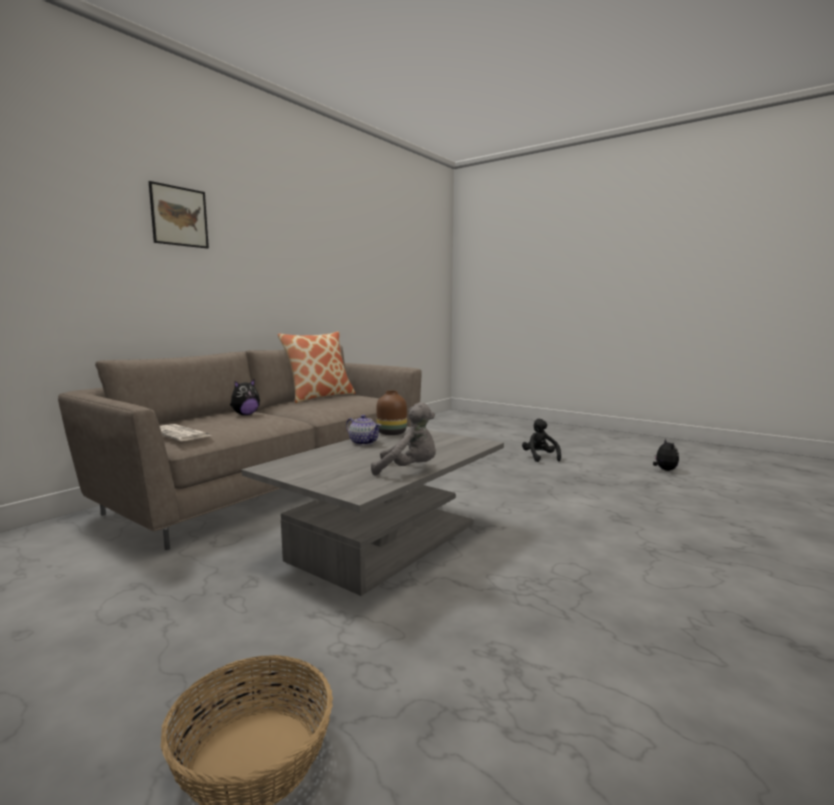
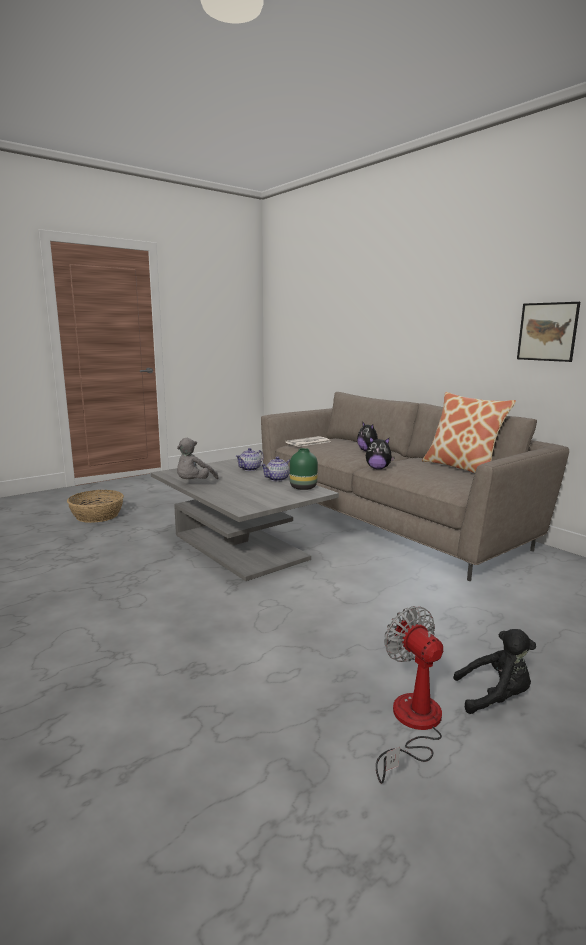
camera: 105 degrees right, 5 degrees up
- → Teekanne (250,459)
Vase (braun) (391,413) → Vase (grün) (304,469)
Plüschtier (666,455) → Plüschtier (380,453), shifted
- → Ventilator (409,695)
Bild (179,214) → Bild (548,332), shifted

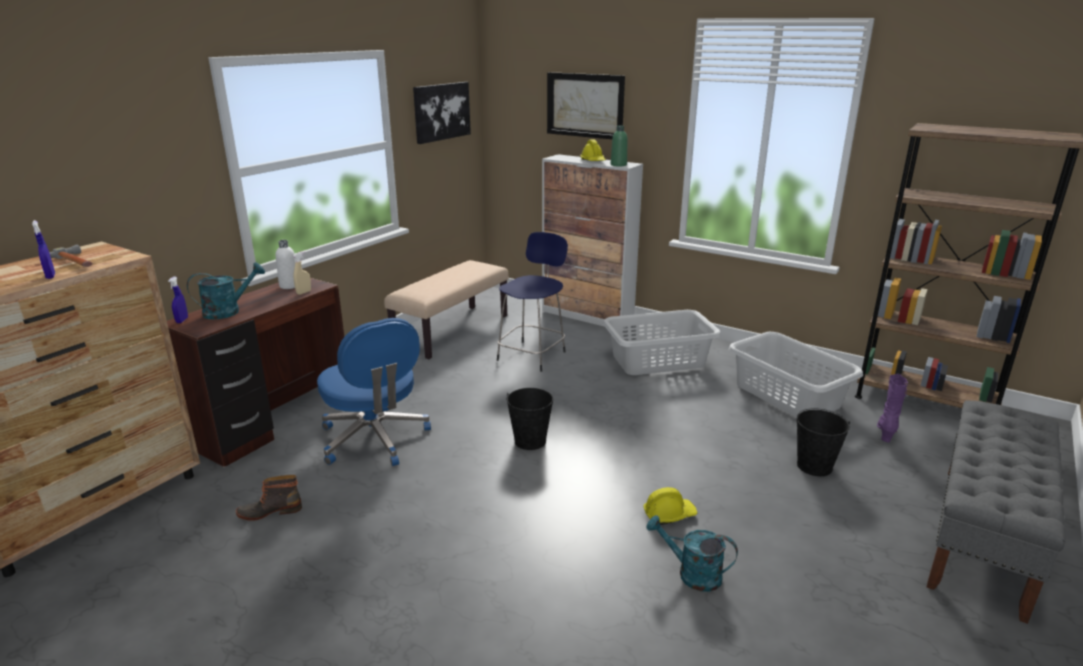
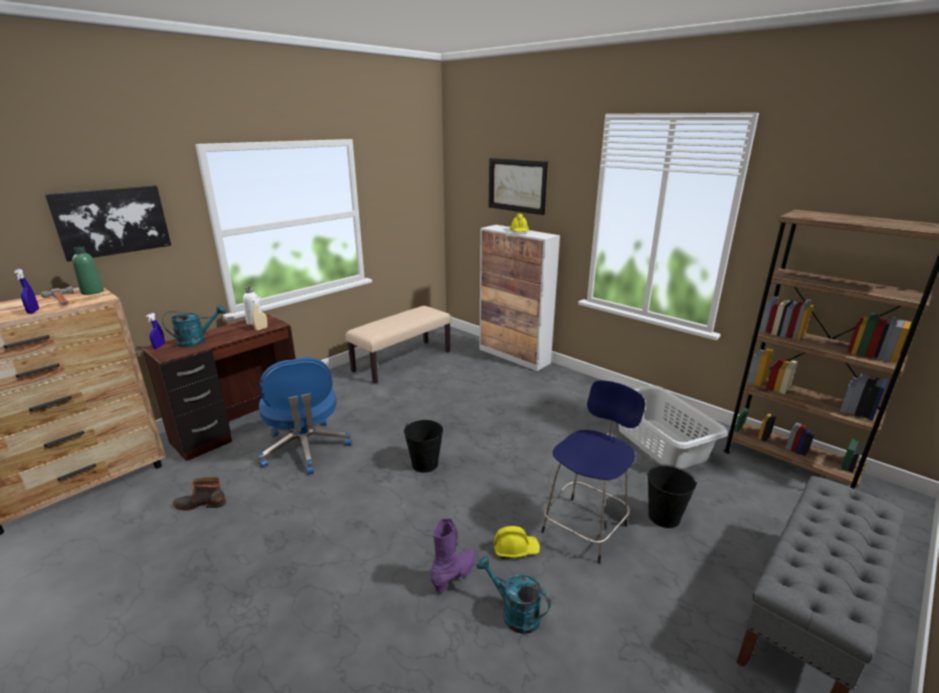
camera: 10 degrees right, 0 degrees up
Bild (442,113) → Bild (108,223), shifted
Flasche (grün) (619,146) → Flasche (grün) (88,270), shifted
Stiefel (lila) (892,408) → Stiefel (lila) (453,555), shifted
Hocker (blau) (532,302) → Hocker (blau) (593,472), shifted
Wäschekorb (grau) (662,342) → -

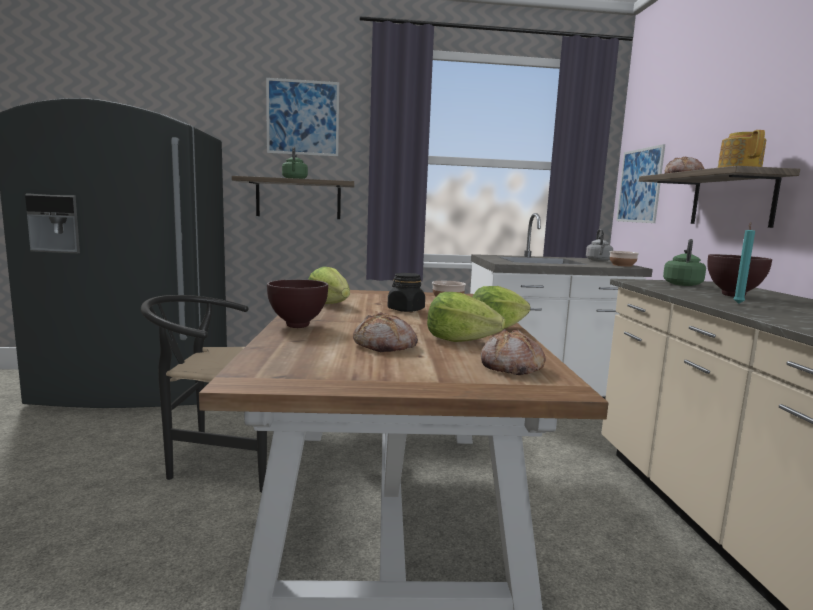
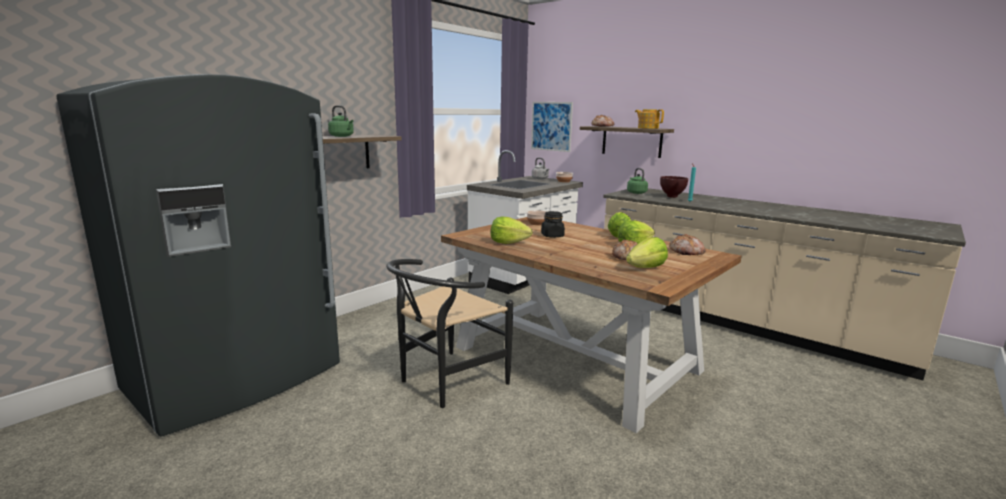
camera: 45 degrees left, 5 degrees up
- → Salatkopf (647,252)
Bild (302,117) → -
Schüssel (braun) (297,303) → -

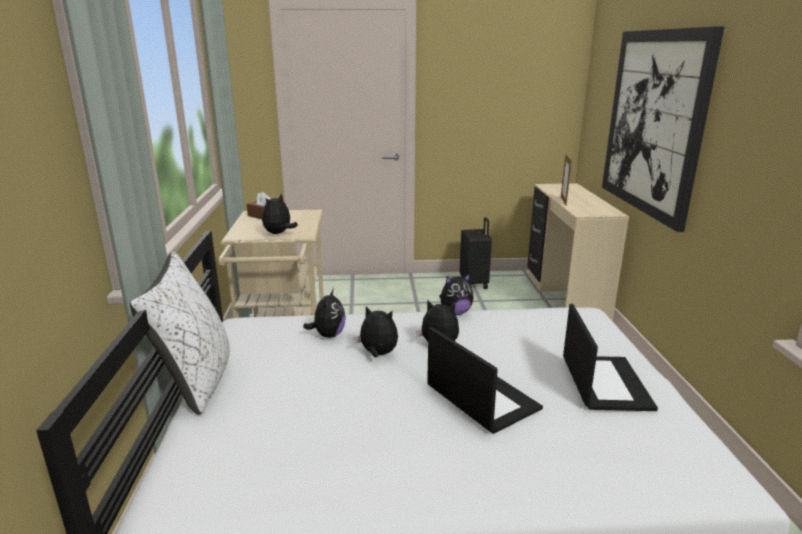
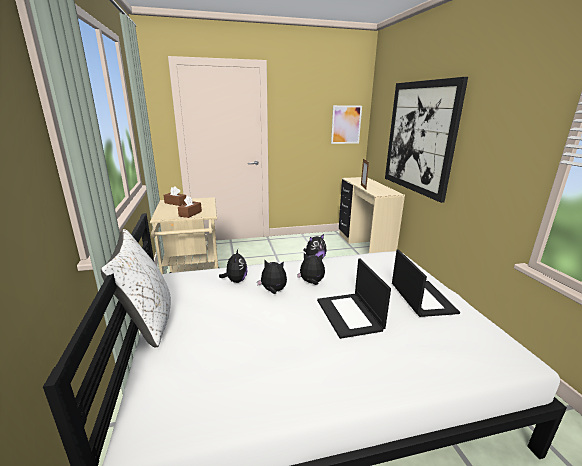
camera: 10 degrees left, 0 degrees up
Plüschtier (280,214) → Taschentuchbox (braun) (190,207)
Laptop (485,380) → Laptop (354,299), 150 degrees counterclockwise
- → Bild (346,124)
Koffer (schwarz) (476,253) → -

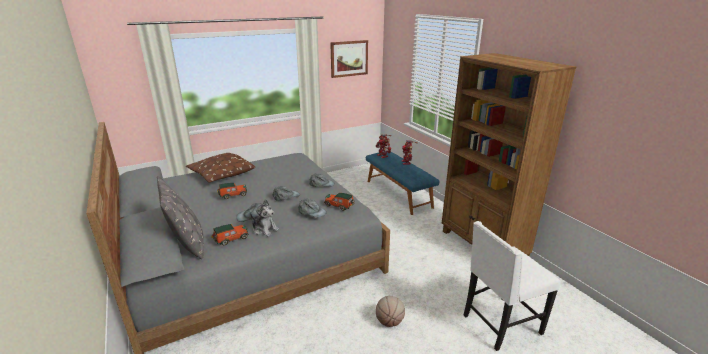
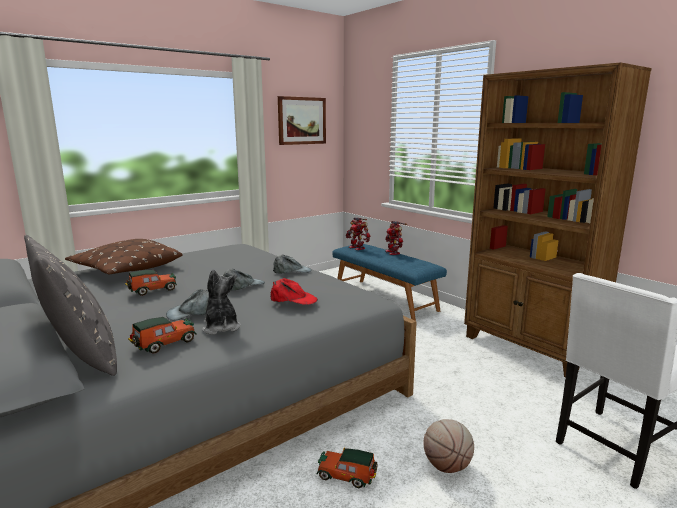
camera: 10 degrees left, 10 degrees down
Plüschtier (264,218) → Plüschtier (221,302), 135 degrees counterclockwise
Kappe (grau) (312,208) → Kappe (rot) (294,291)
Spielzeugauto (339,202) → Spielzeugauto (346,467), shifted

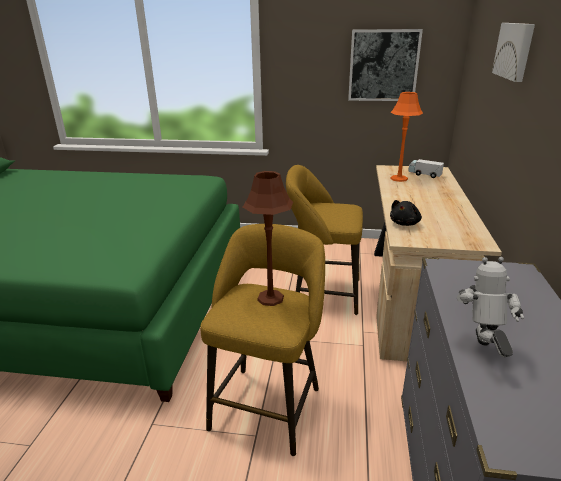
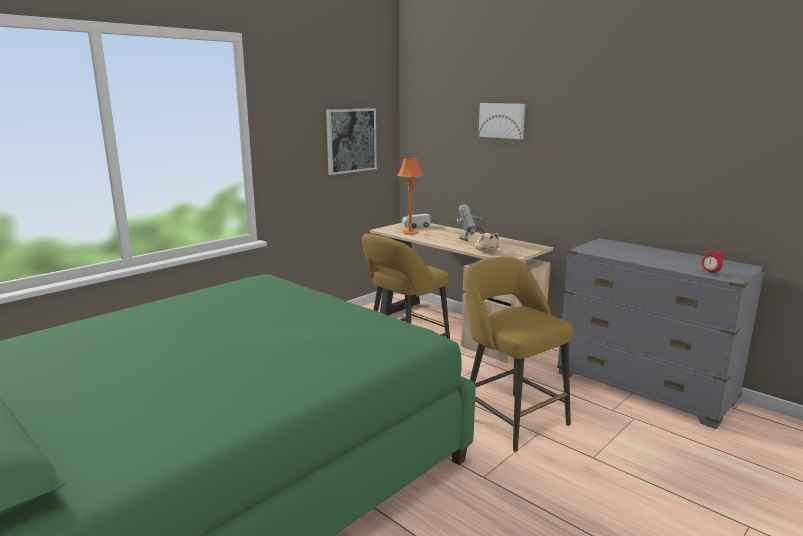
camera: 55 degrees left, 10 degrees down
Spielzeugroboter (490,307) → Spielzeugroboter (470,221), shifted
Plüschtier (schwarz) (406,213) → Plüschtier (beige) (487,242)
- → Wecker (713,261)
Tischlampe (braun) (268,238) → -

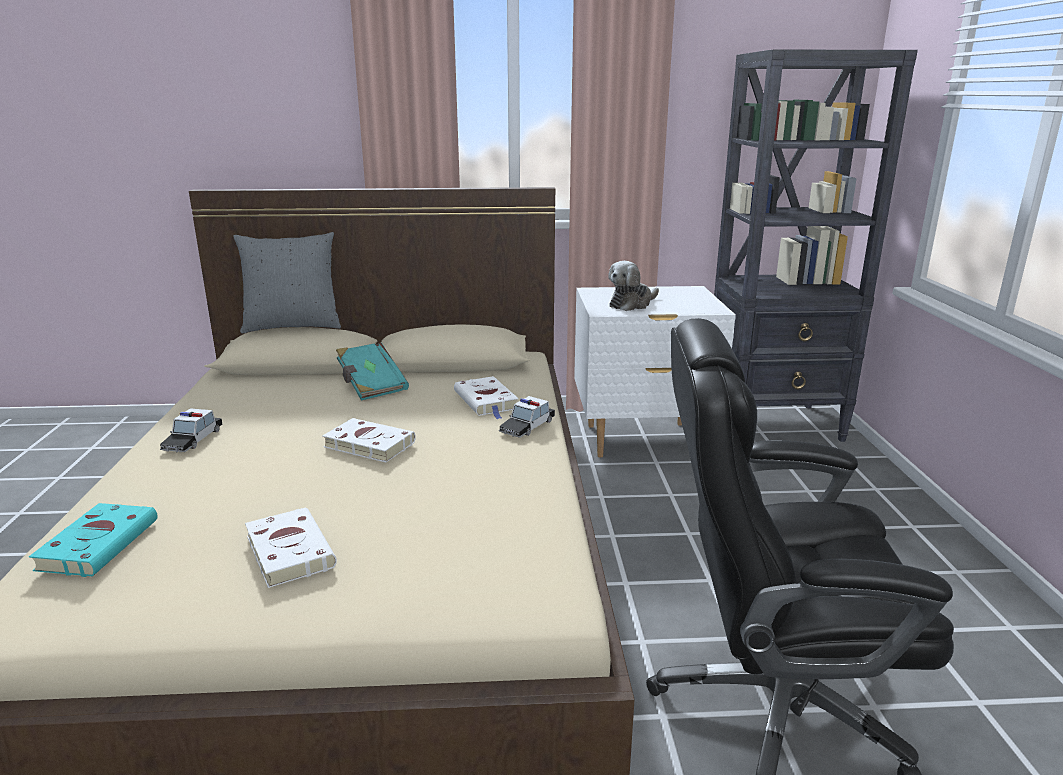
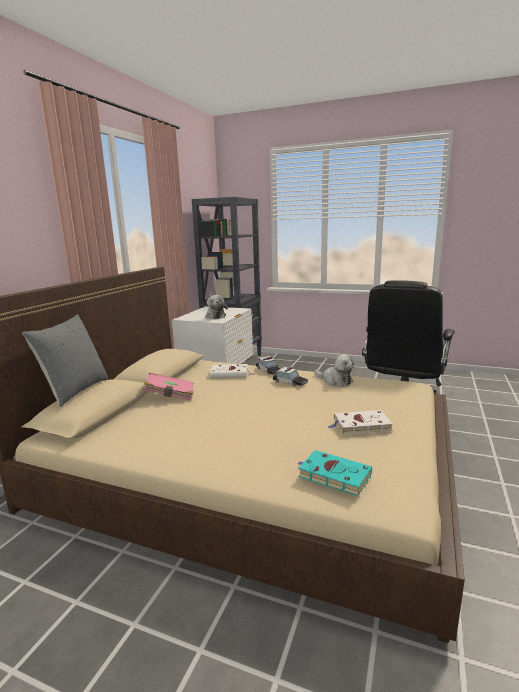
camera: 65 degrees left, 5 degrees down
Buch (türkis) (372,372) → Buch (rosa) (168,386)
Spielzeugauto (191,430) → Spielzeugauto (290,377), shifted
- → Plüschtier (334,370)
Buch (weiß) (369,440) → -

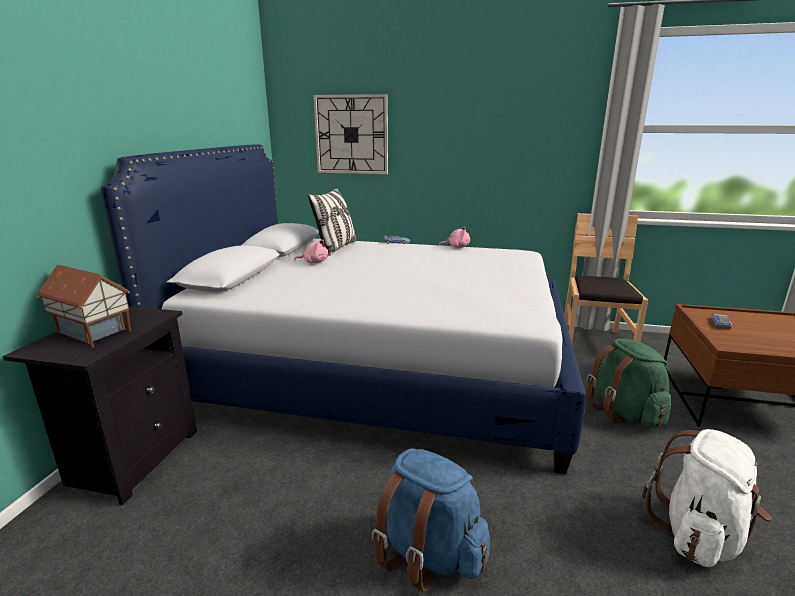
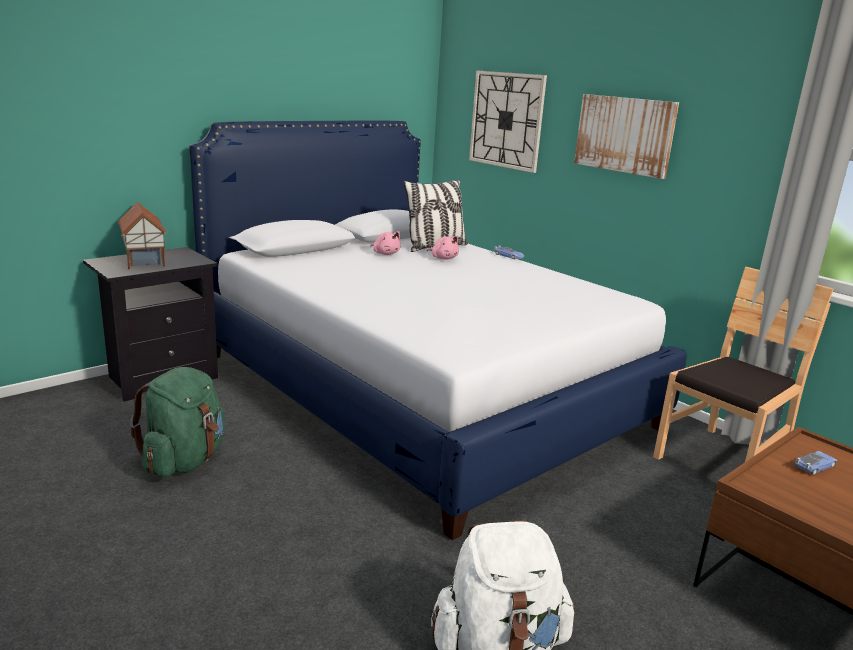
camera: 35 degrees right, 0 degrees up
Rucksack (grün) (629,383) → Rucksack (grün) (177,422), shifted
Plüschtier (rosa) (454,237) → Plüschtier (rosa) (442,248), shifted
- → Bild (626,136)
Rucksack (blau) (431,520) → -

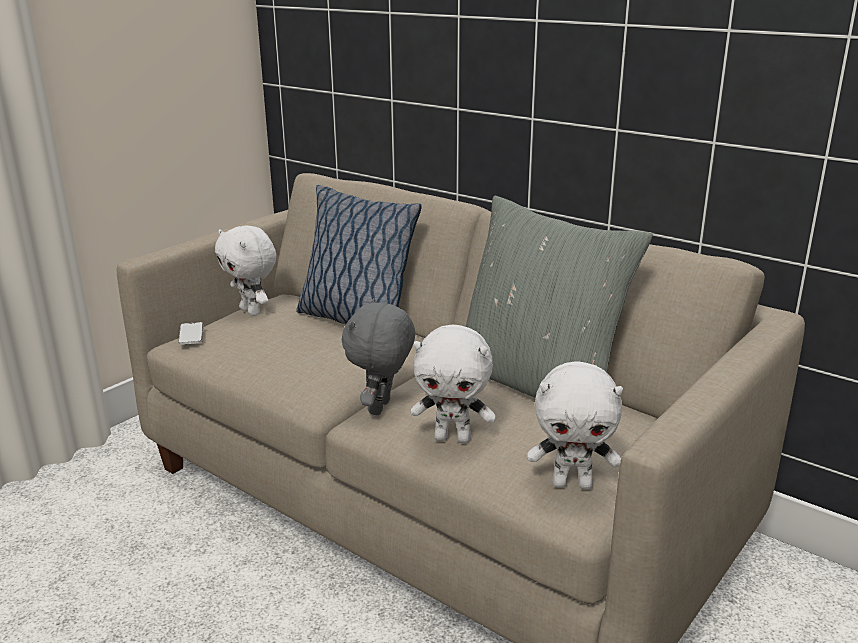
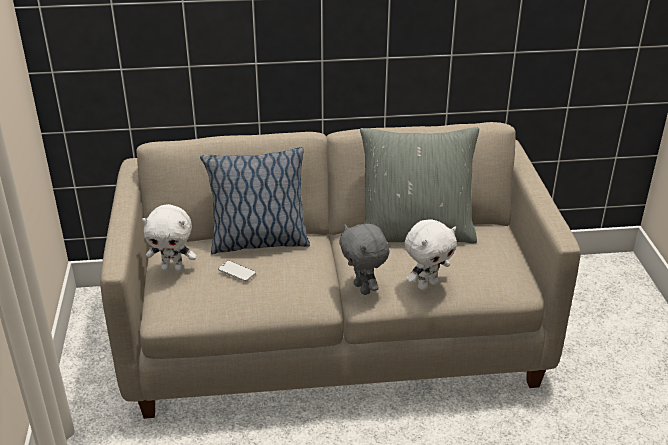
camera: 45 degrees left, 10 degrees up
Handy (190,333) → Handy (237,271), shifted
Plüschtier (weiß) (575,425) → -

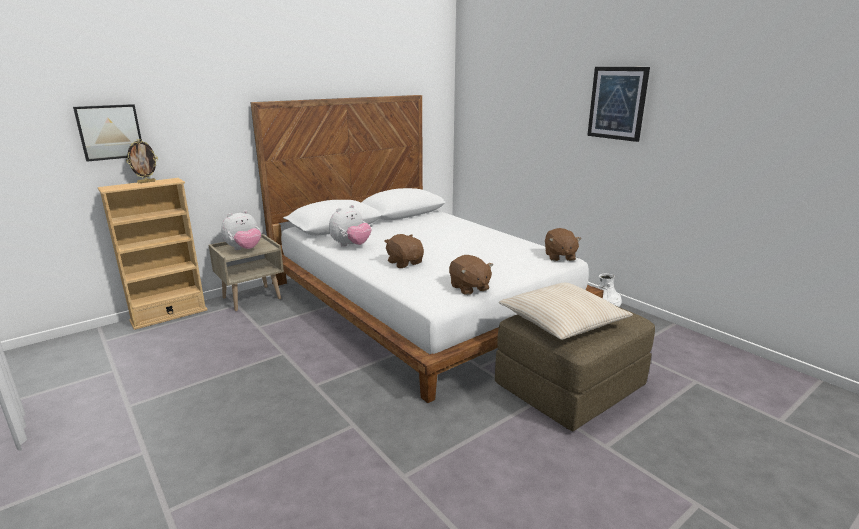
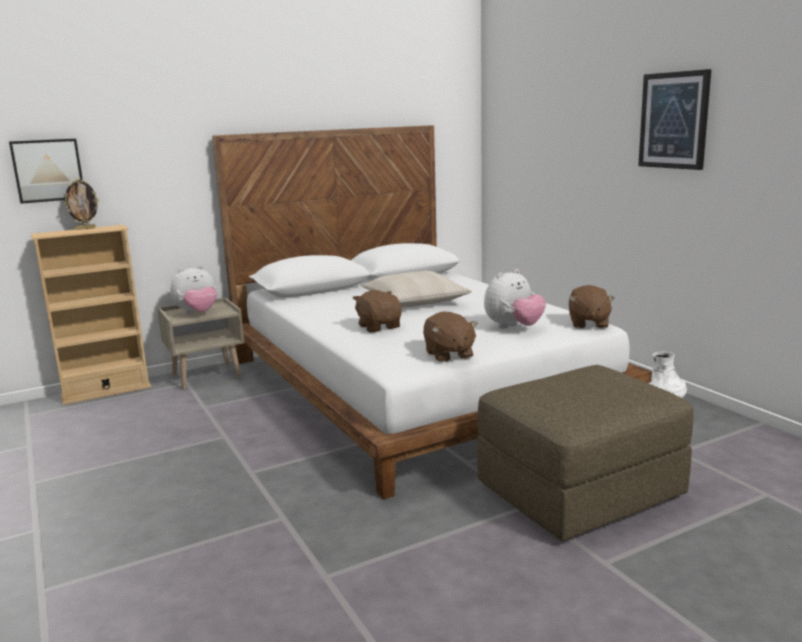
camera: 10 degrees right, 5 degrees down
Kissen (beige) (566,311) → Kissen (beige) (416,289), shifted
Plüschtier (350,226) → Plüschtier (515,299), shifted

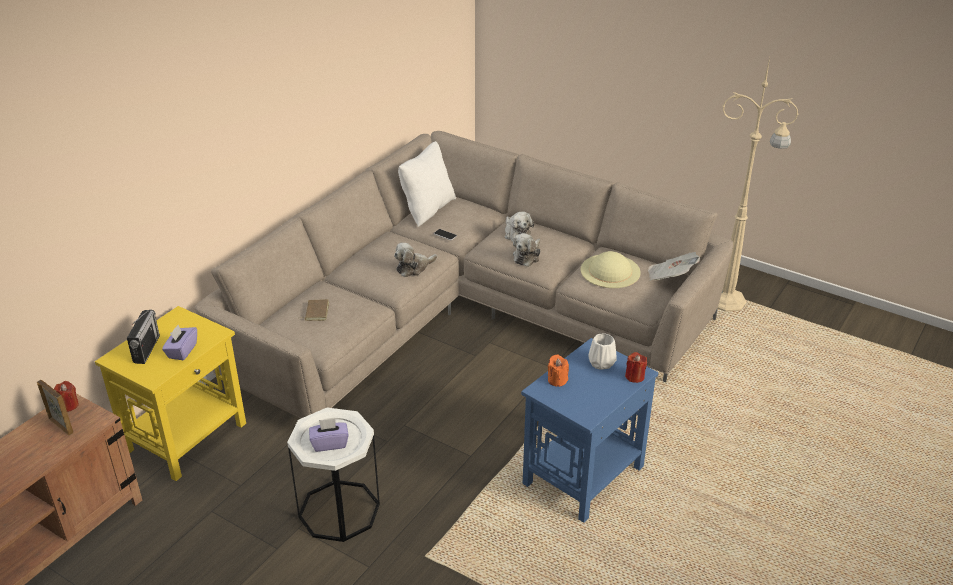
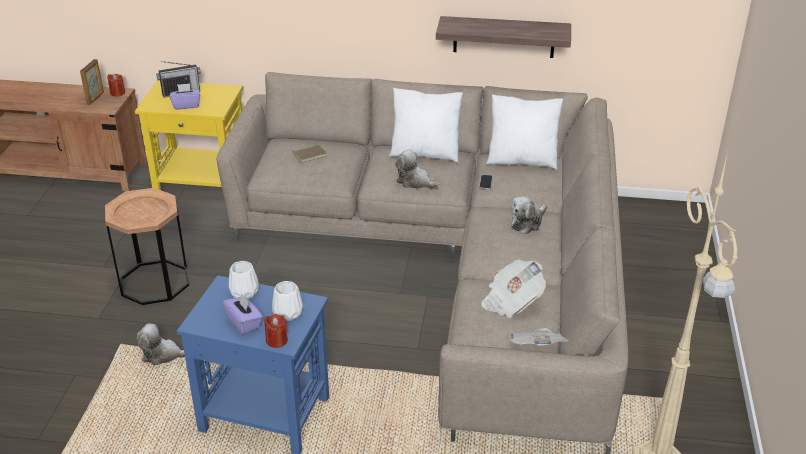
camera: 65 degrees right, 0 degrees up
Beistelltisch (weiß) (333,475) → Beistelltisch (braun) (147,246)
Plüschtier (527,250) → Plüschtier (160,344), shifted
Taschentuchbox (lila) (329,435) → Taschentuchbox (lila) (242,314), shifted
Kerze (orange) (558,370) → Vase (weiß) (244,280)
- → Kissen (weiß) (426,125)
- → Wandregal (503,37)
Hut (beige) (610,269) → Zeitung (513,288)

